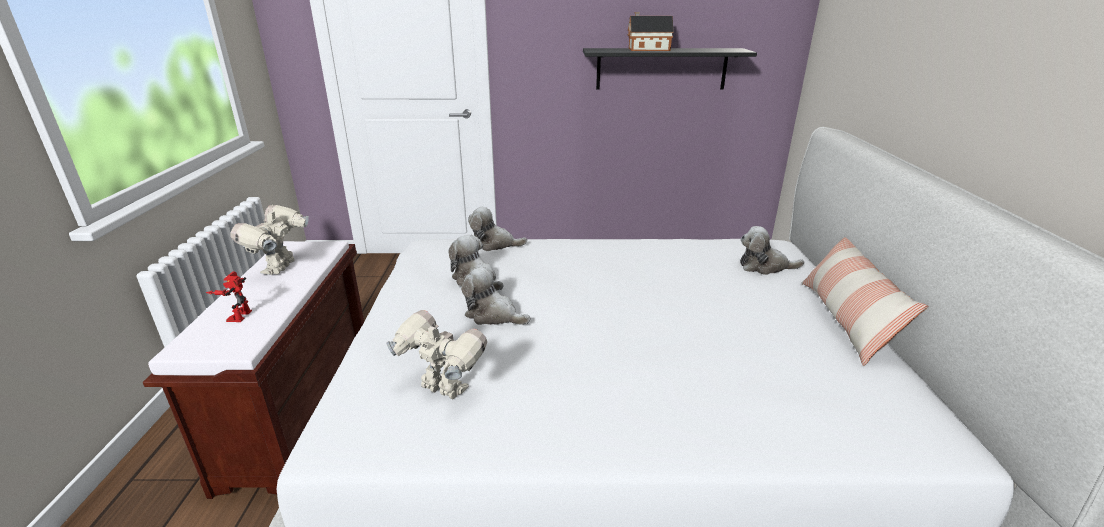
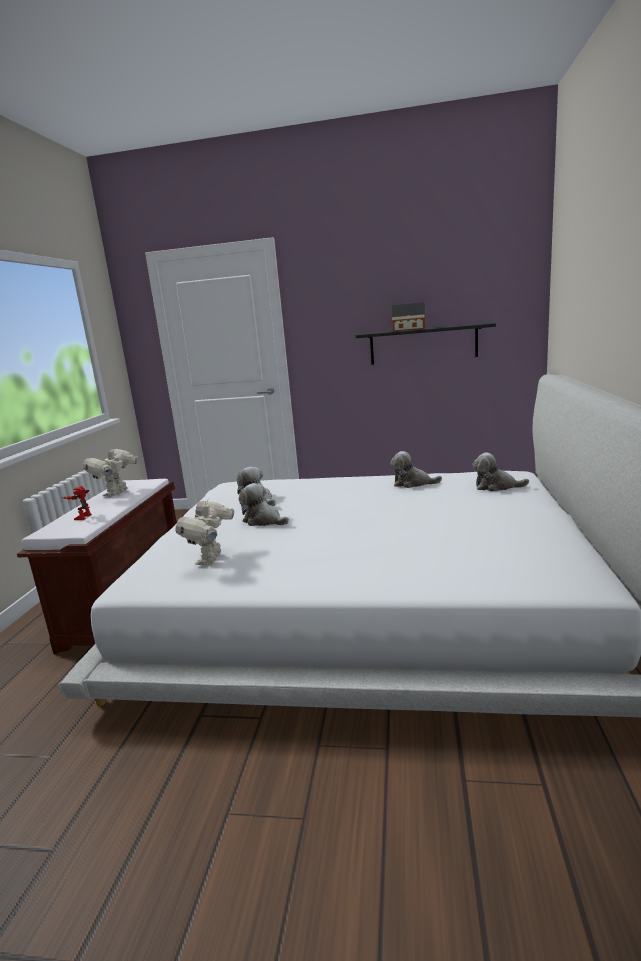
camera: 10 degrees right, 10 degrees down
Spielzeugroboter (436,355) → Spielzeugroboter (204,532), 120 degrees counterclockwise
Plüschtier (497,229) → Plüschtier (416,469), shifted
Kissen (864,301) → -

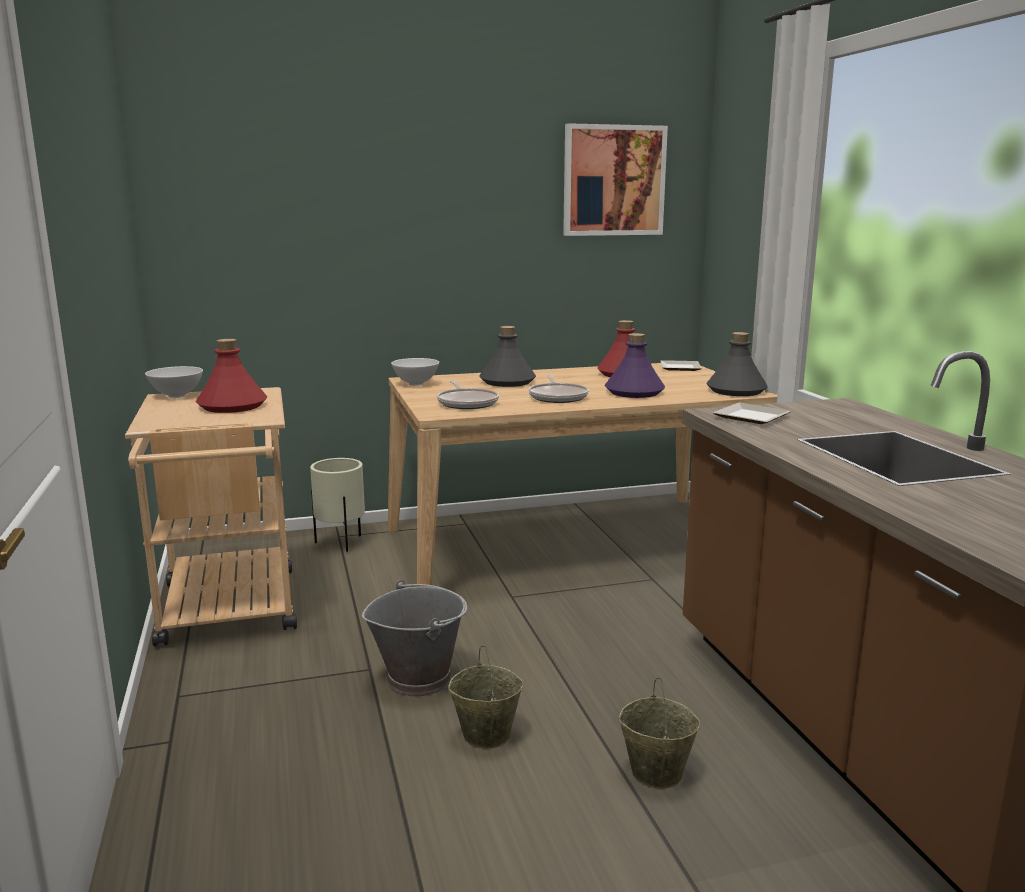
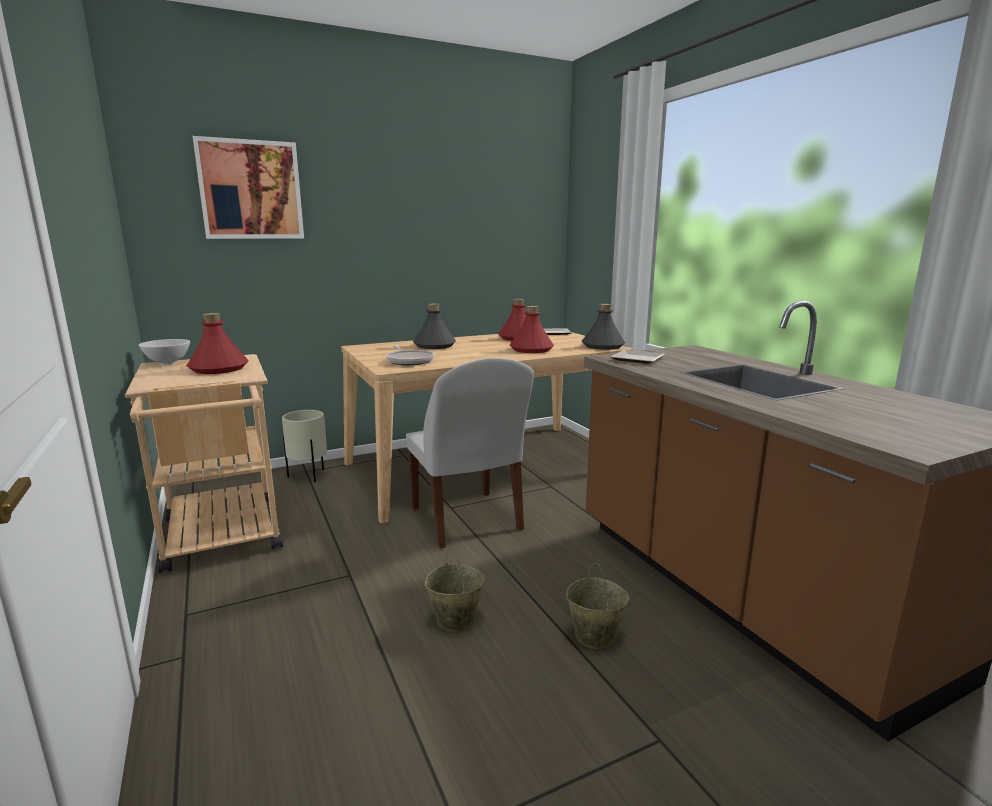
camera: 10 degrees left, 0 degrees up
Bild (615,179) → Bild (248,187), shifted
- → Stuhl (weiß) (470,453)
Flasche (lila) (635,365) → Flasche (rot) (532,329)
Eimer (grau) (415,637) → -
Schüssel (weiß) (415,372) → -
Pfanne (559,389) → -

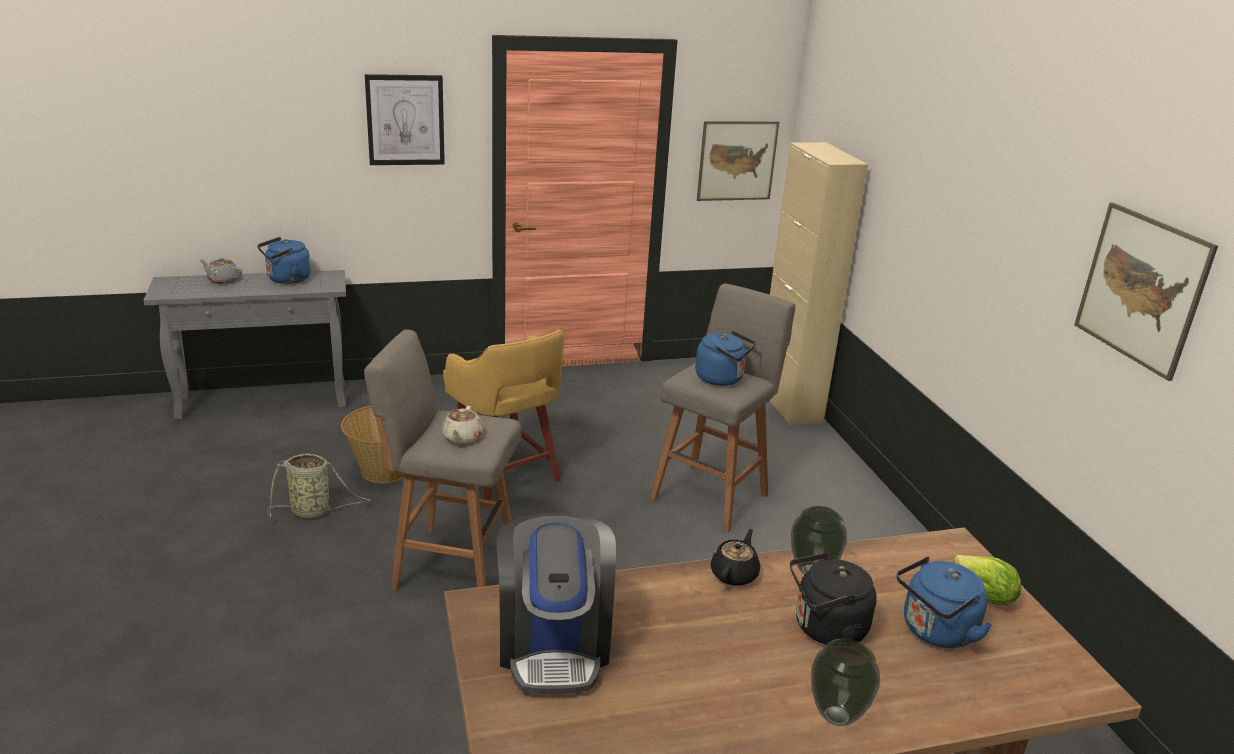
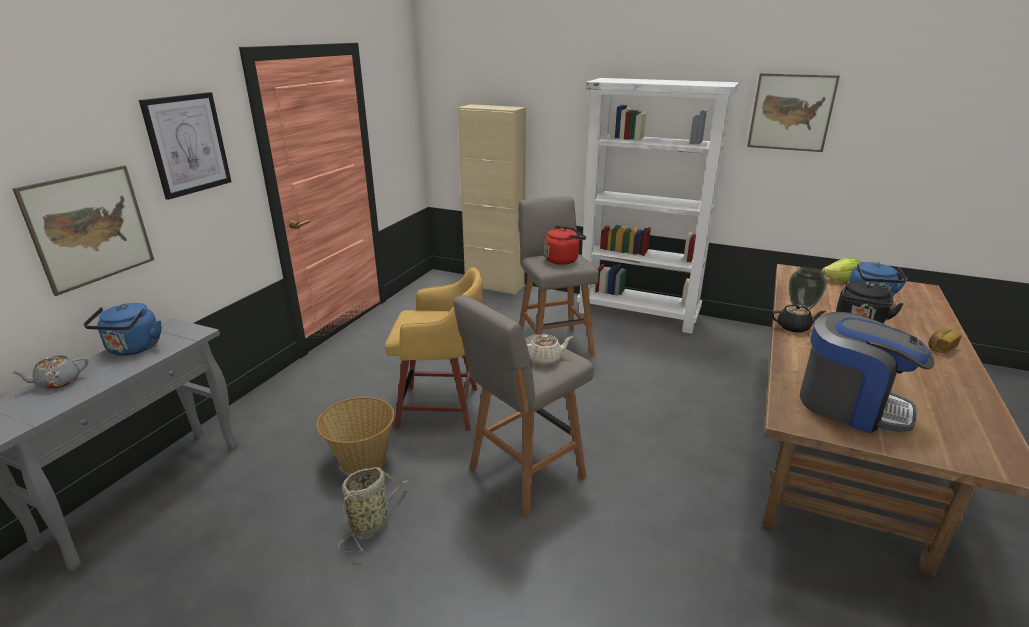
camera: 50 degrees left, 0 degrees up
Bild (738,161) → Bild (83,230), shifted
Teekanne (beige) (462,425) → Teekanne (beige) (550,349), 60 degrees counterclockwise
Wasserkessel (blau) (725,358) → Wasserkessel (rot) (565,245)
- → Bücherregal (weiß) (658,206)
Teekanne (schwarz) (735,557) → Teekanne (schwarz) (798,318), 120 degrees clockwise
Vase (845,682) → Brot (945,341)

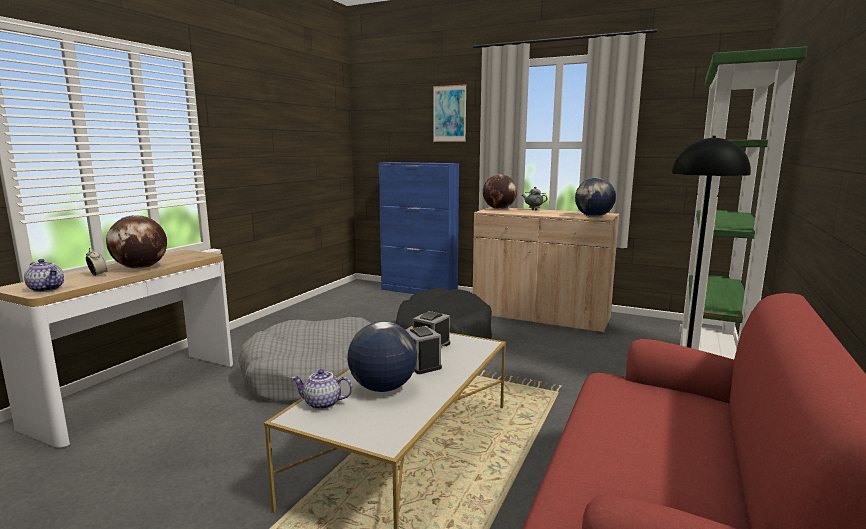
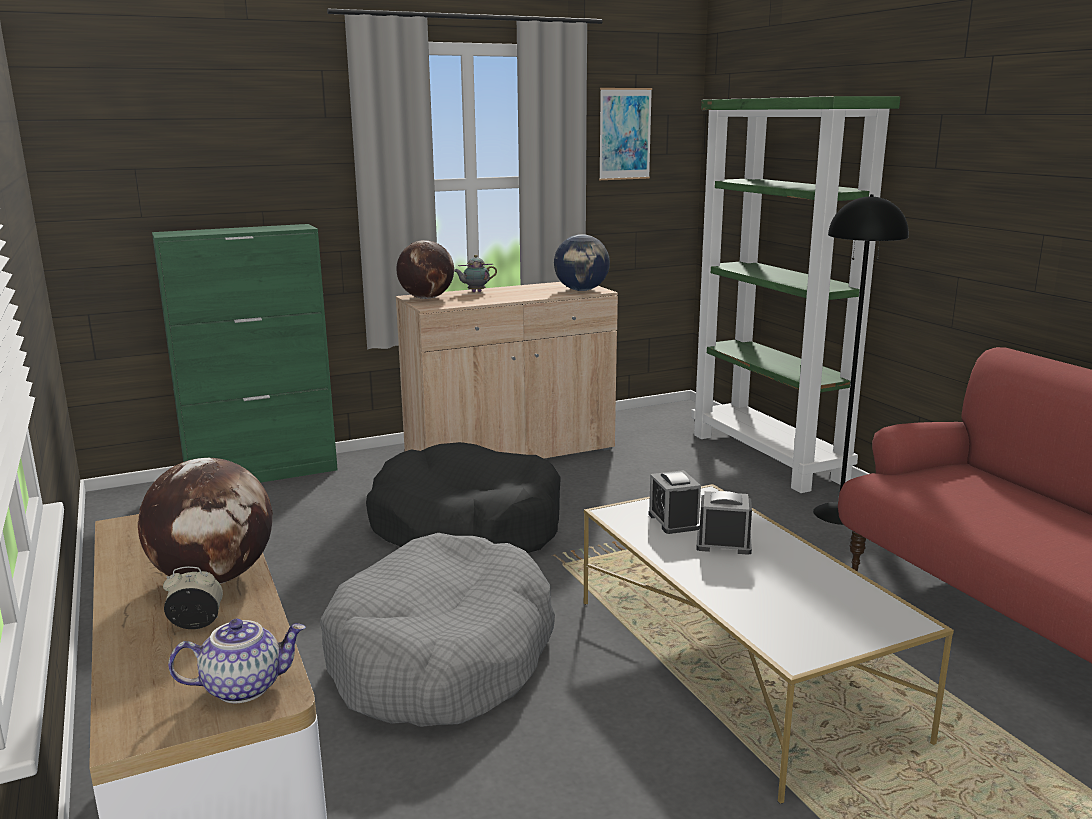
camera: 50 degrees left, 5 degrees up
Schrank (blau) (419,228) → Schrank (grün) (245,353)
Bild (450,113) → Bild (625,134), shifted
Teekanne (322,389) → -
Globus (382,356) → -

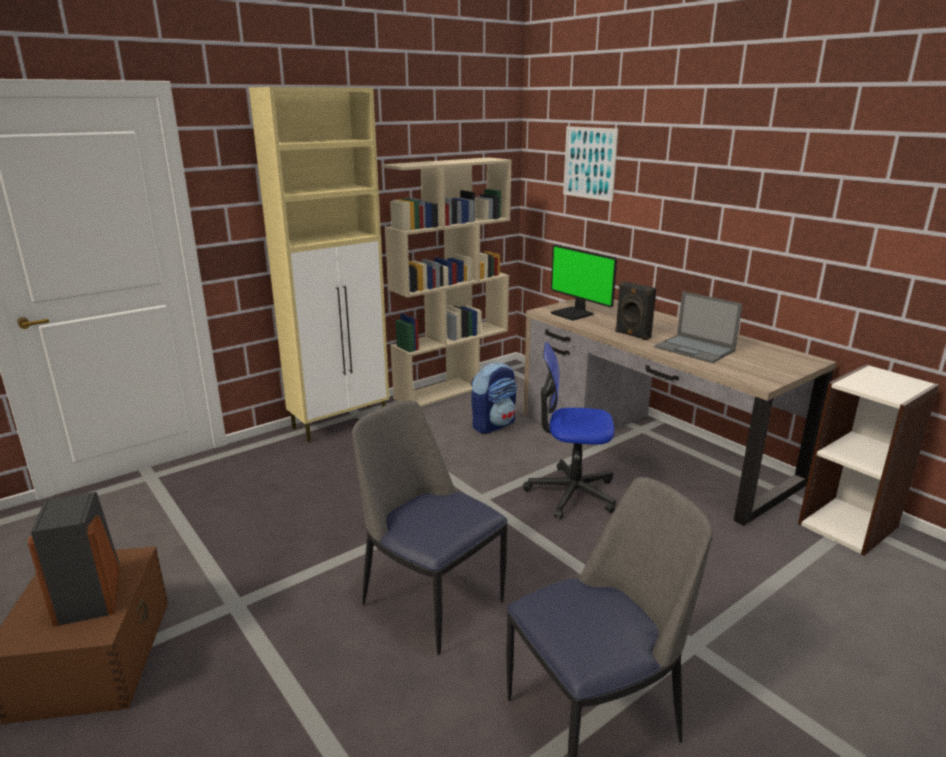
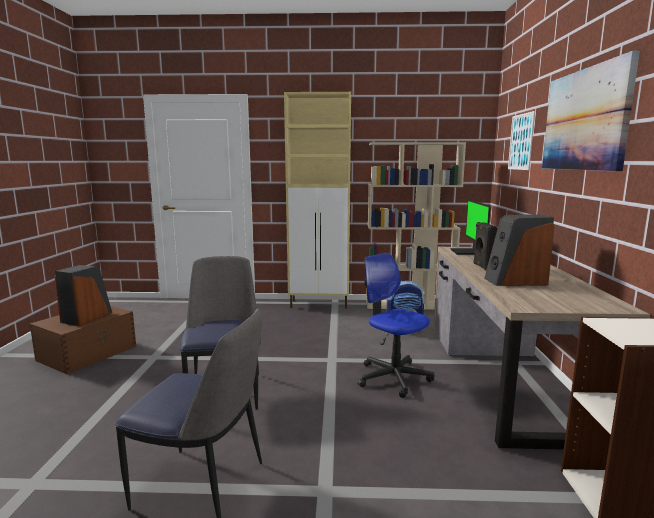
camera: 40 degrees right, 10 degrees down
Laptop (698,327) → Lautsprecher (519,250)
- → Bild (591,111)

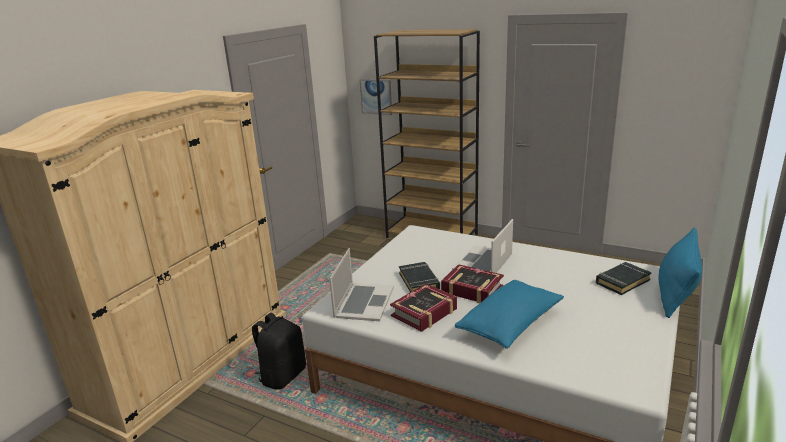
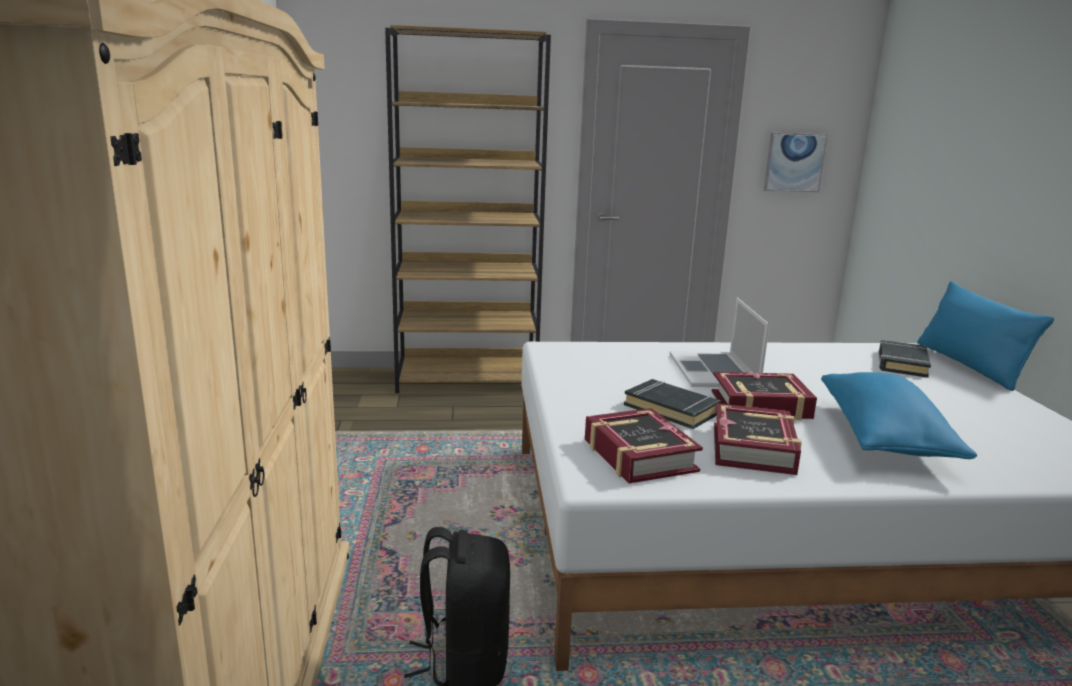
camera: 35 degrees left, 5 degrees down
Laptop (361,284) → Buch (644,446)
Bild (376,97) → Bild (795,162), shifted

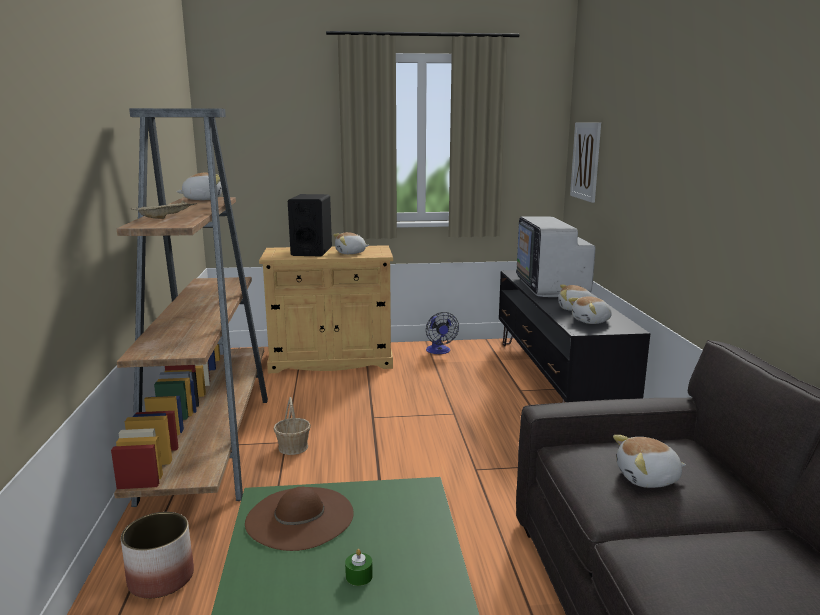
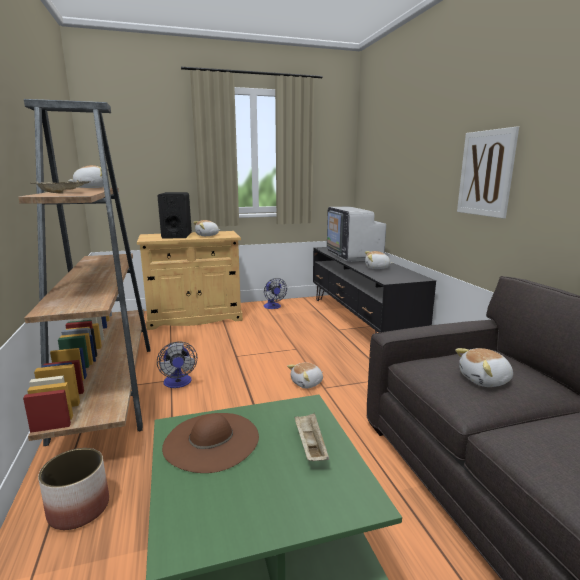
camera: 10 degrees left, 0 degrees up
Korb (292,426) → Ventilator (177,364)
Plüschtier (590,310) → Plüschtier (305,375), shifted
- → Tablett (beige) (311,437)
Bild (585,162) → Bild (488,172), shifted
Kerze (grün) (359,567) → -

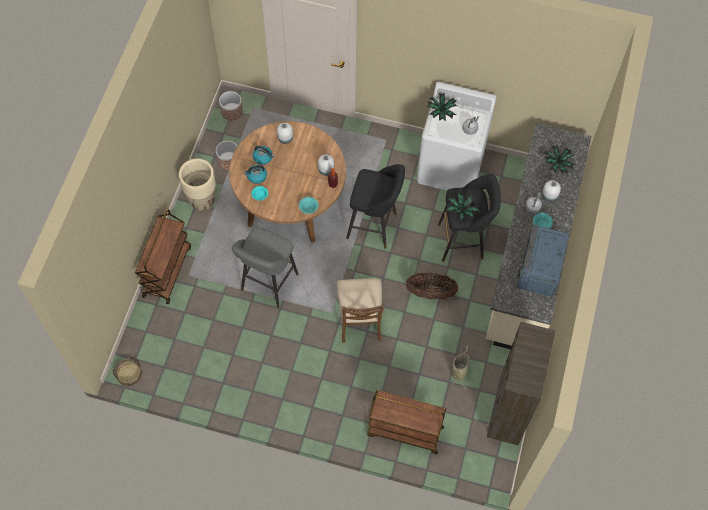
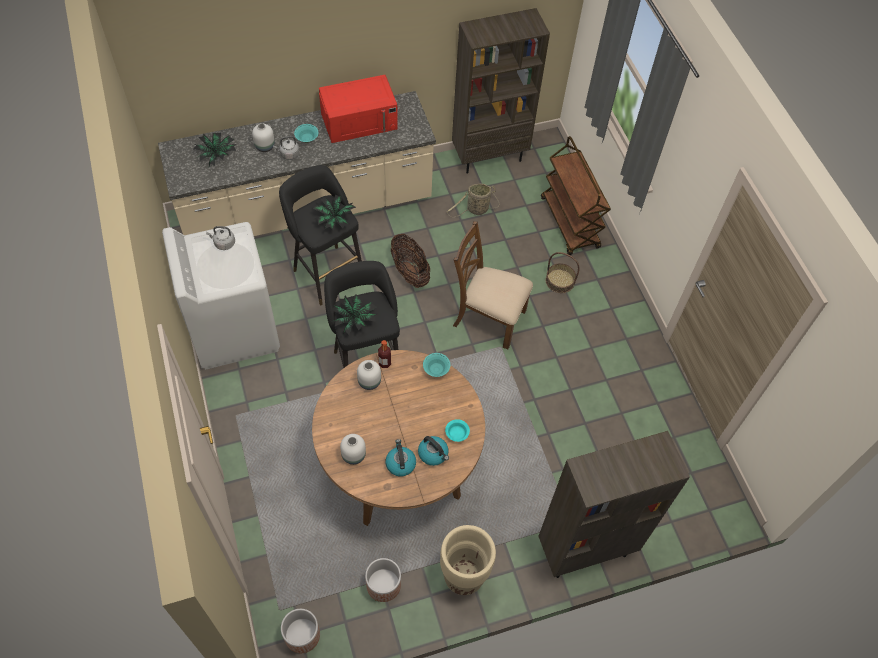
camera: 125 degrees left, 5 degrees down
Mikrowelle (blau) (543,261) → Mikrowelle (rot) (358,109)
Topfpflanze (442,107) → Topfpflanze (354,314), shifted
Stuhl (braun) (360,310) → Stuhl (braun) (493,285), 120 degrees counterclockwise
Rollwagen (braun) (163,256) → Bücherregal (braun) (614,504)
Korb (127,372) → Korb (563,272), shifted
Hocker (grau) (265,267) → -

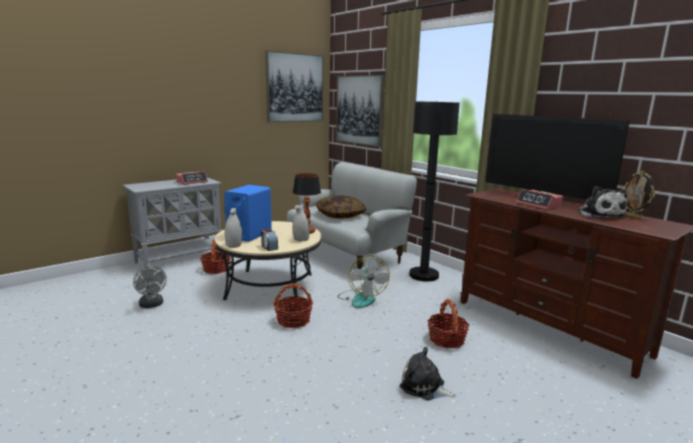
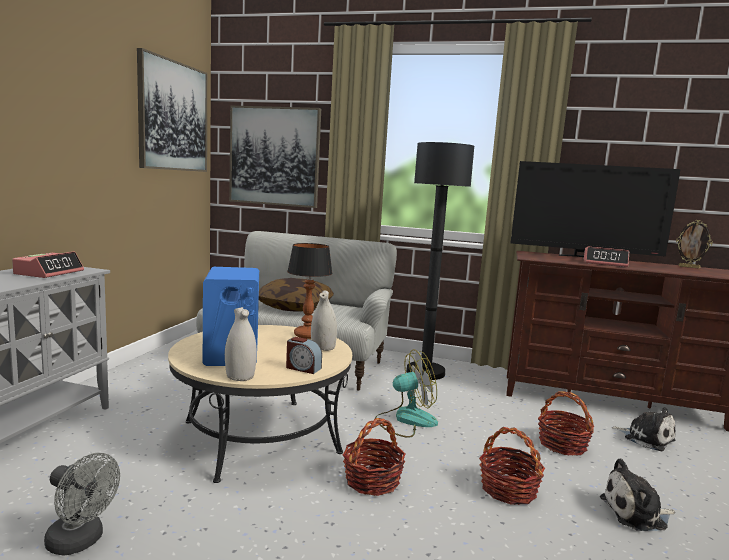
camera: 35 degrees left, 5 degrees down
Ventilator (363,281) → Ventilator (406,394), 60 degrees counterclockwise
Korb (215,257) → Korb (512,466), shifted
Plüschtier (602,202) → Plüschtier (643,429), shifted

